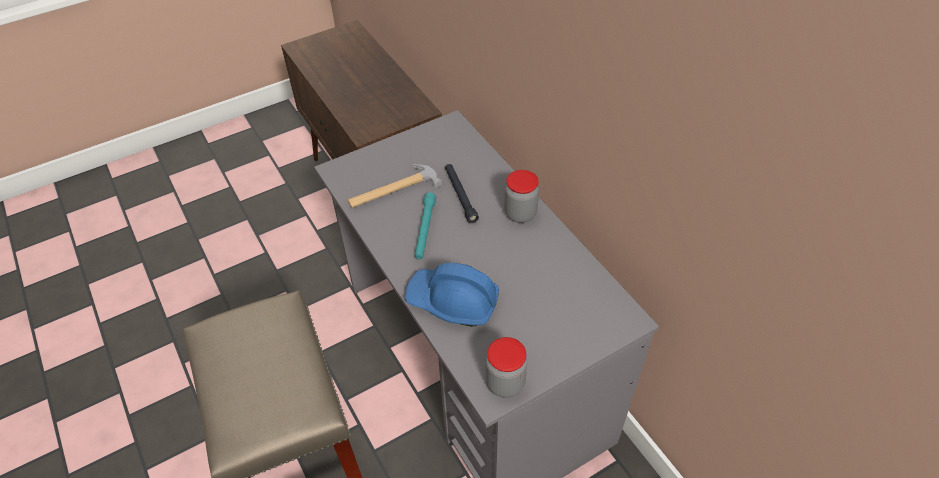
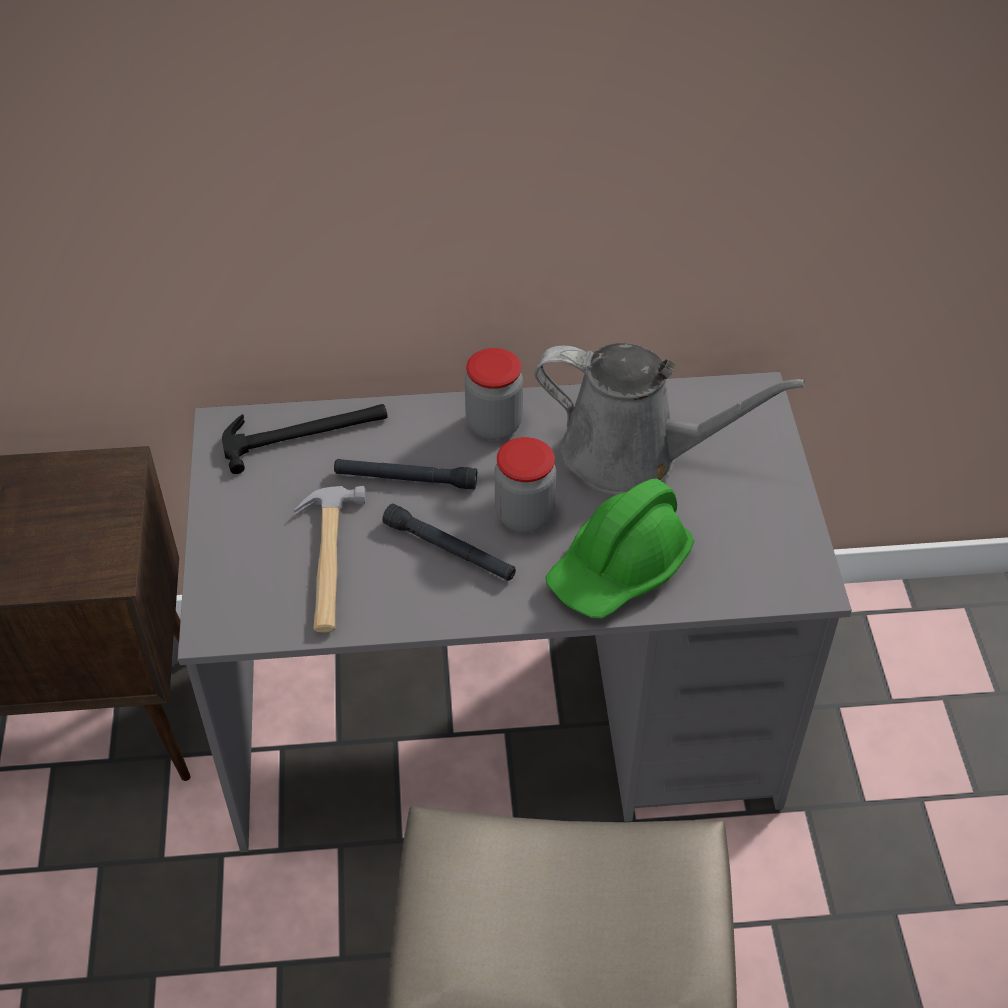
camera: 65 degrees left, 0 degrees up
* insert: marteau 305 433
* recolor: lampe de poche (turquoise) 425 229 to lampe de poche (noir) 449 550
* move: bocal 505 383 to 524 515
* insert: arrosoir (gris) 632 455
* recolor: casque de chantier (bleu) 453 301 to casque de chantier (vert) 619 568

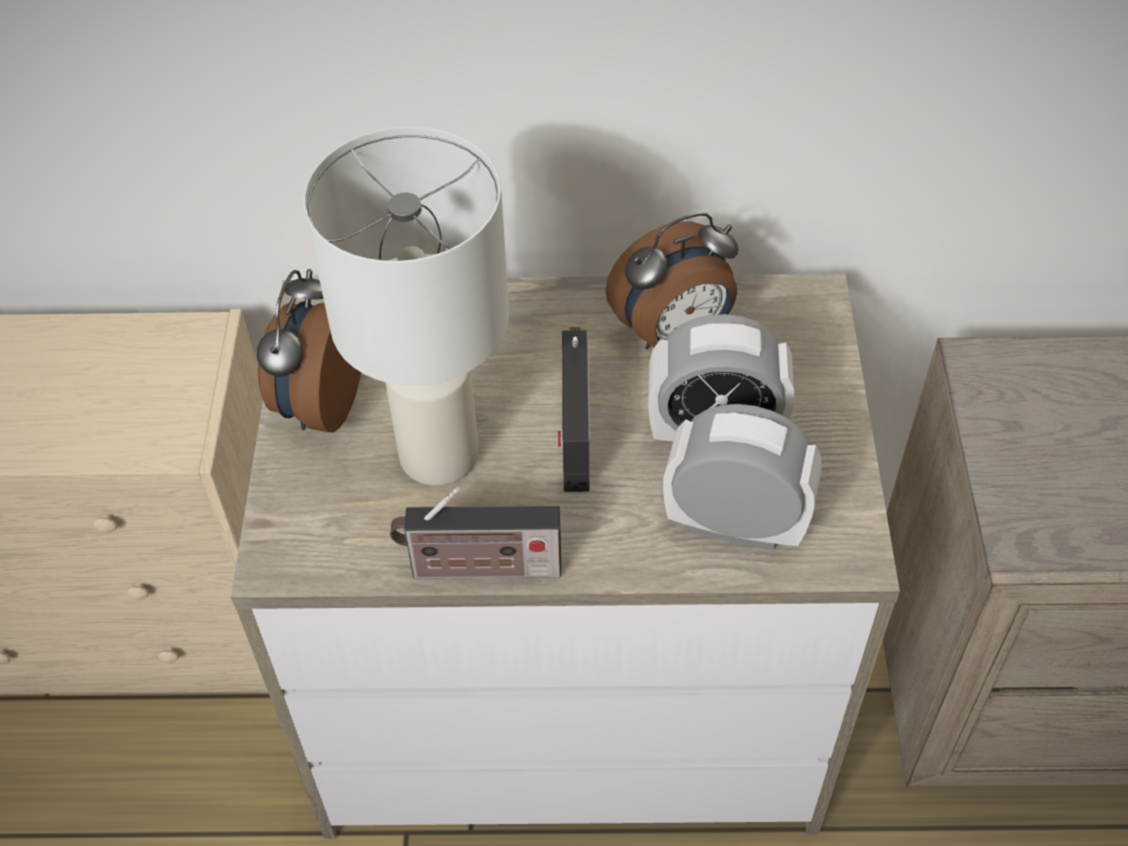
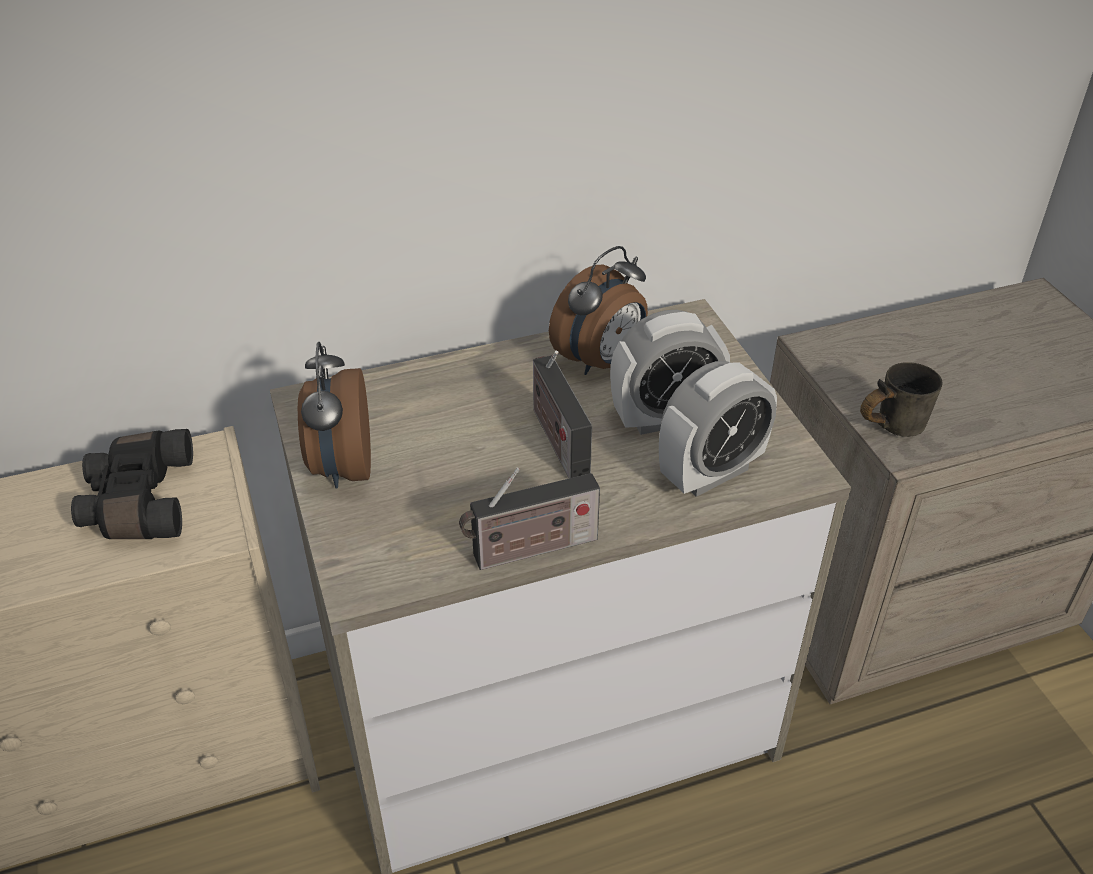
camera: 20 degrees left, 10 degrees down
* insert: jumelles (noir) 137 502
* rotate: réveil 735 525 = 711 473 150 degrees clockwise
* insert: mug (gris) 888 425
* delete: lampe de table (blanc) 439 452

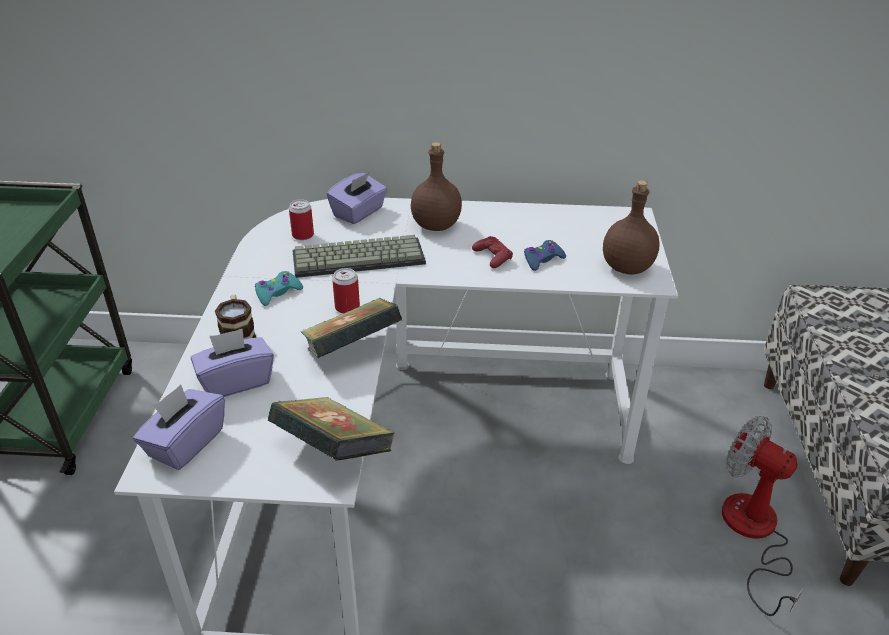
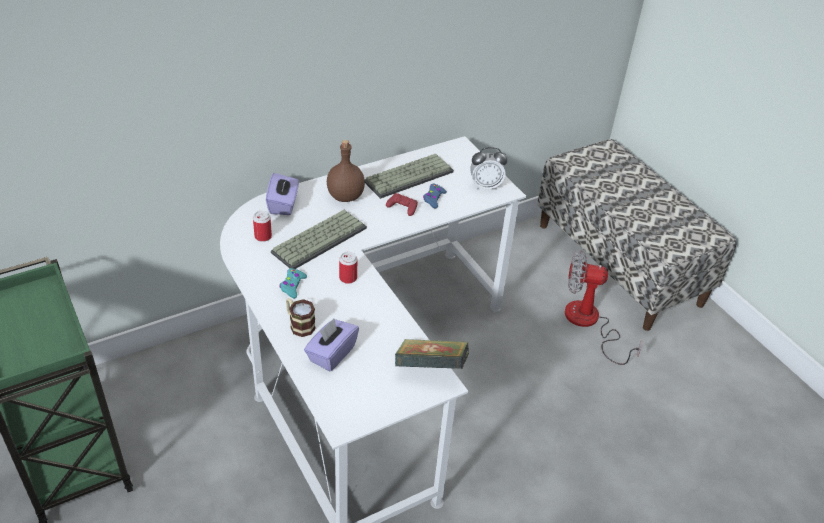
camera: 35 degrees left, 5 degrees up
* insert: clavier 409 176
* replace: bouteille (marron) 627 267 to réveil 485 186
* delete: boîte à mouchoirs (violet) 185 443
* delete: livre 352 350

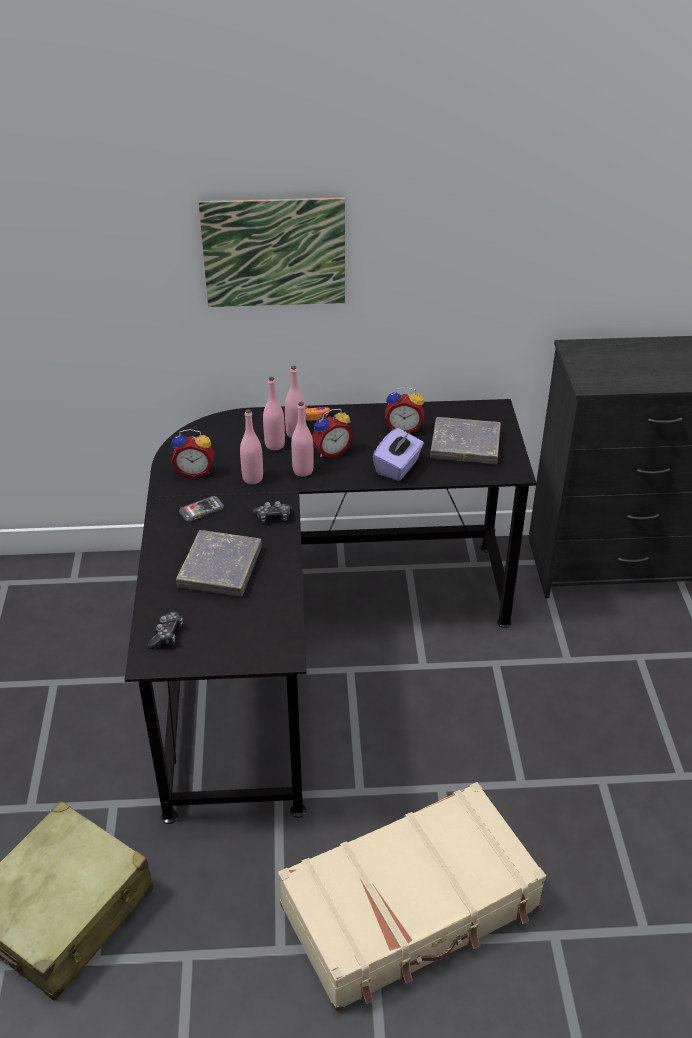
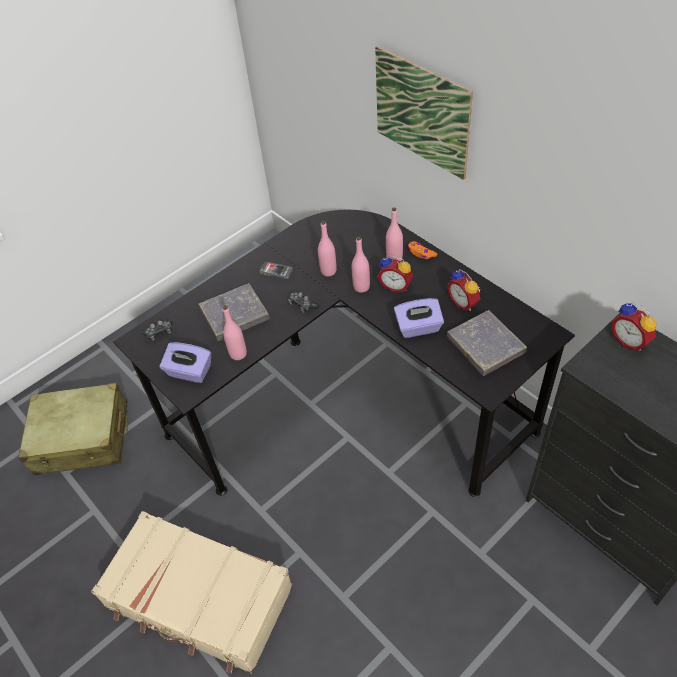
camera: 55 degrees right, 10 degrees up
* insert: boîte à mouchoirs (violet) 189 372
* move: bouteille (rose) 274 445 to 238 354
* move: réveil 195 471 to 630 340

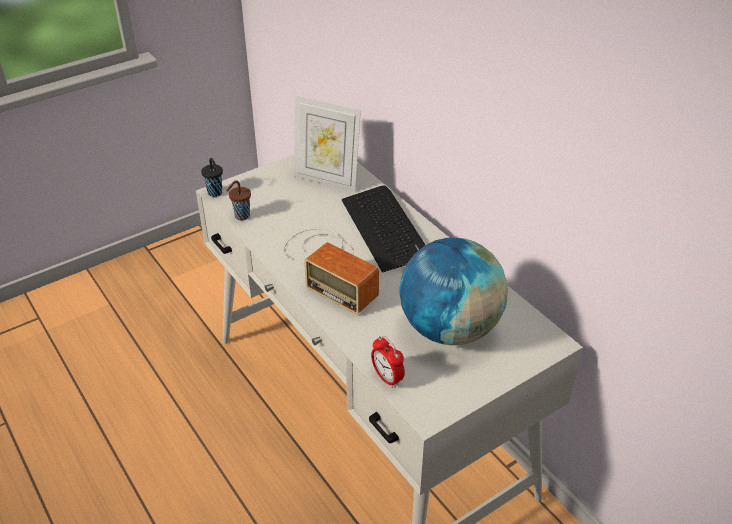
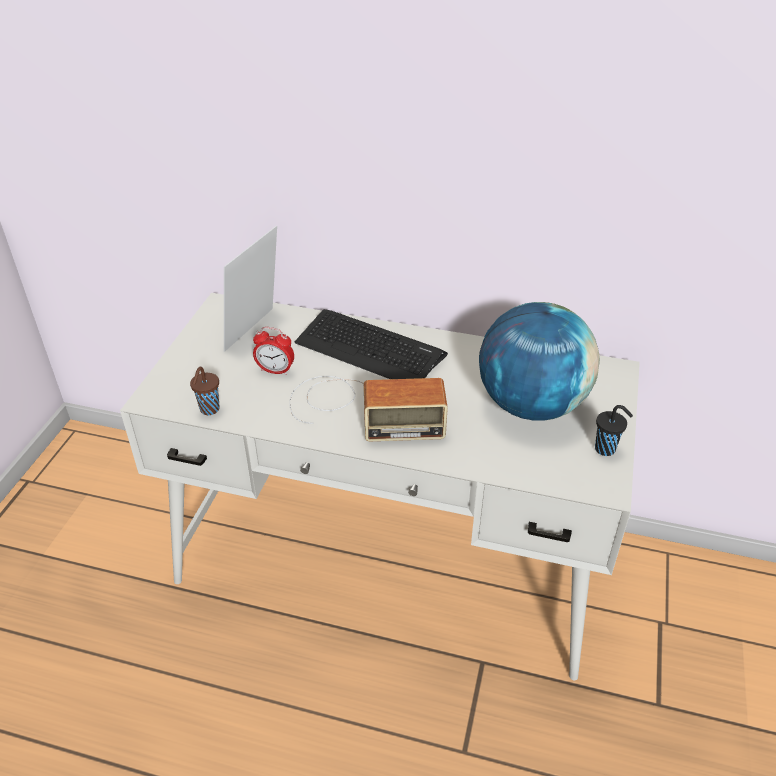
camera: 40 degrees left, 0 degrees up
* rotate: cadre photo 327 180 = 255 331 135 degrees clockwise
* move: réveil 387 378 to 275 370
* move: tasse (noir) 215 193 to 606 449

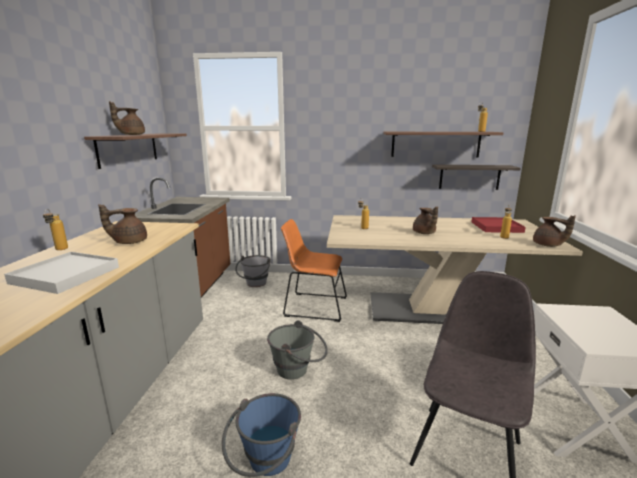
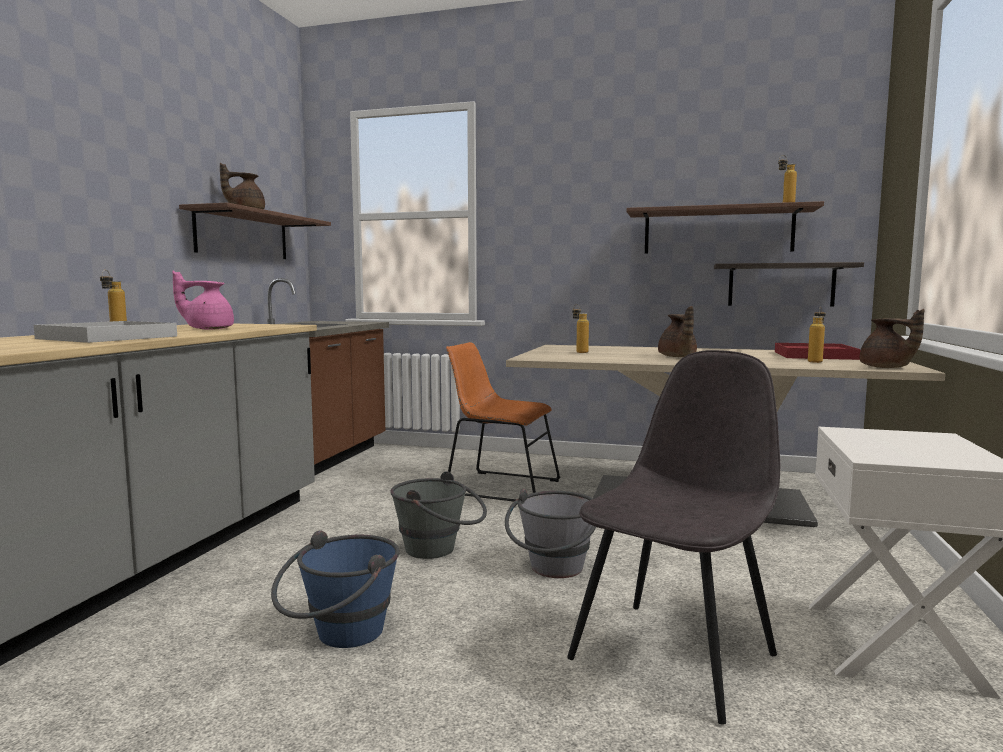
camera: 10 degrees right, 10 degrees down
* recolor: théière (marron) 129 242 to théière (rose) 208 329
* move: seau (gris) 255 285 to 553 571

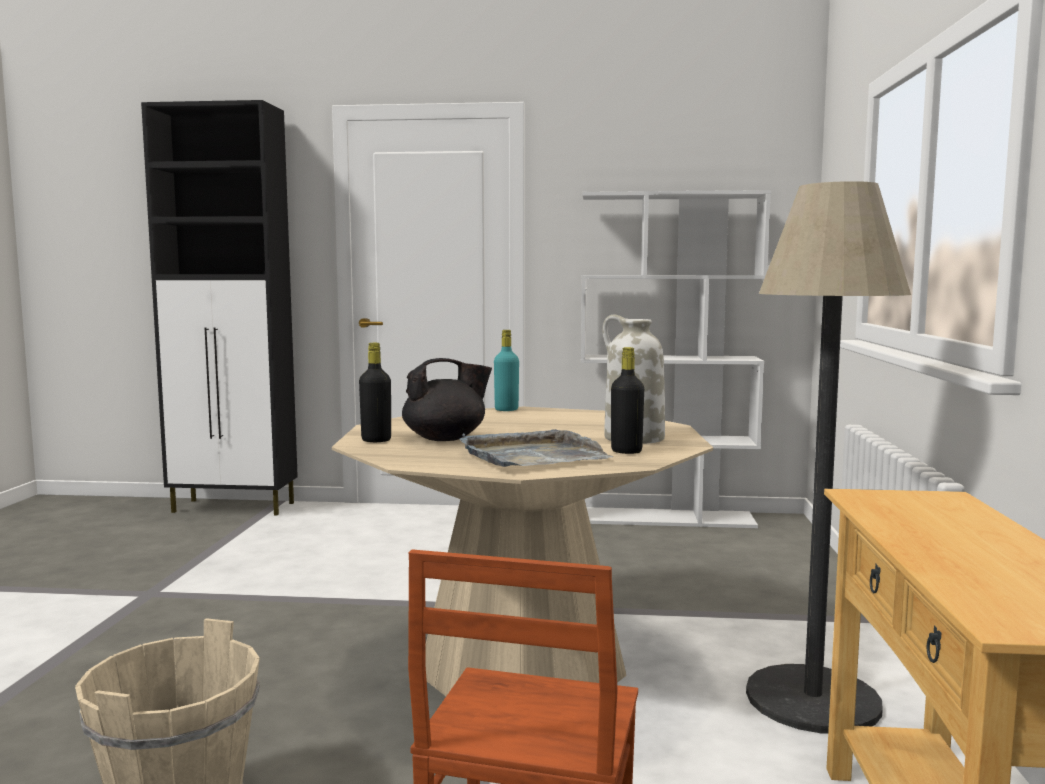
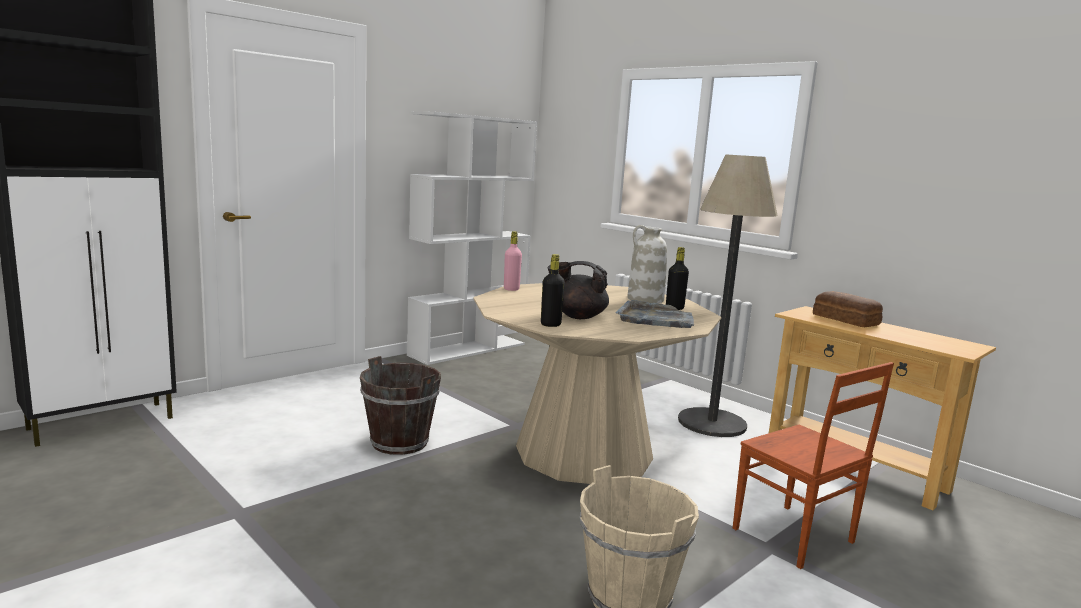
camera: 50 degrees left, 5 degrees up
* insert: seau (marron) 400 442
* recolor: bouteille (turquoise) 506 409 to bouteille (rose) 511 289
* rotate: théière (noir) 446 439 = 577 316 105 degrees counterclockwise
* insert: pain 846 320

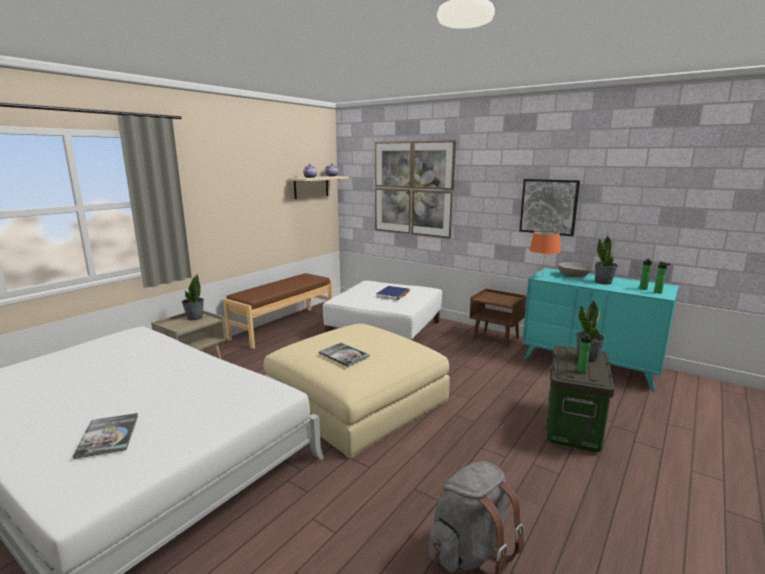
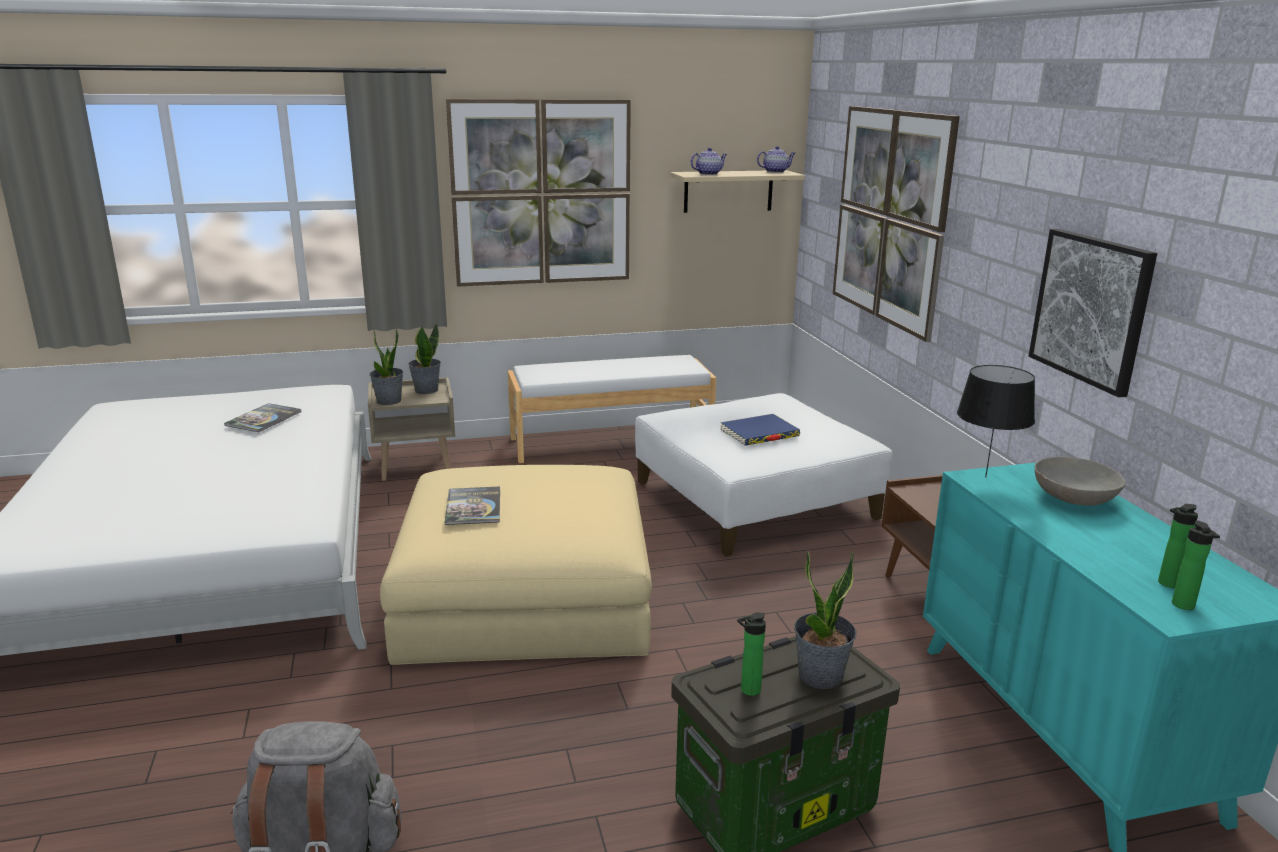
camera: 40 degrees right, 5 degrees up
* move: livre 108 436 to 264 419
* move: plante en pot 603 282 to 389 401
* insert: tableau 542 193
* recolor: banc (marron) 283 326 to banc (blanc) 610 441
* recolor: lampe de table (orange) 542 276 to lampe de table (noir) 986 477

